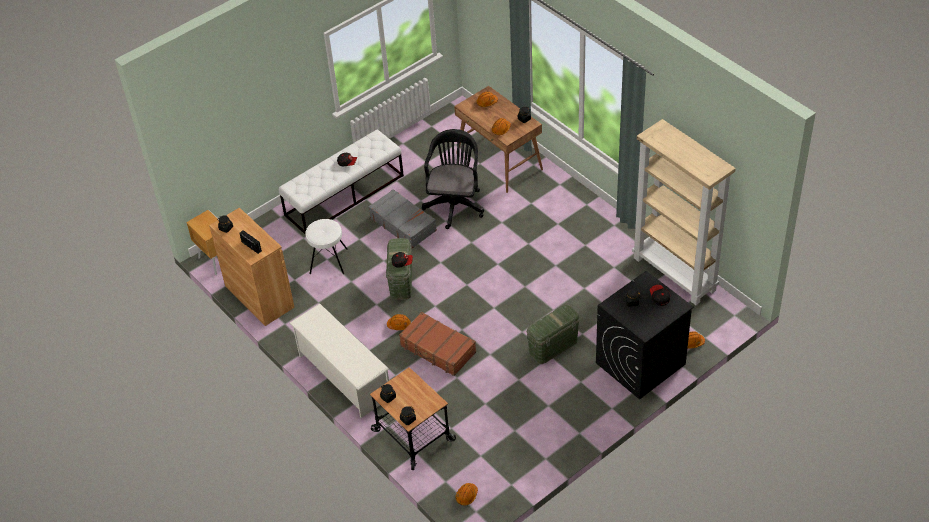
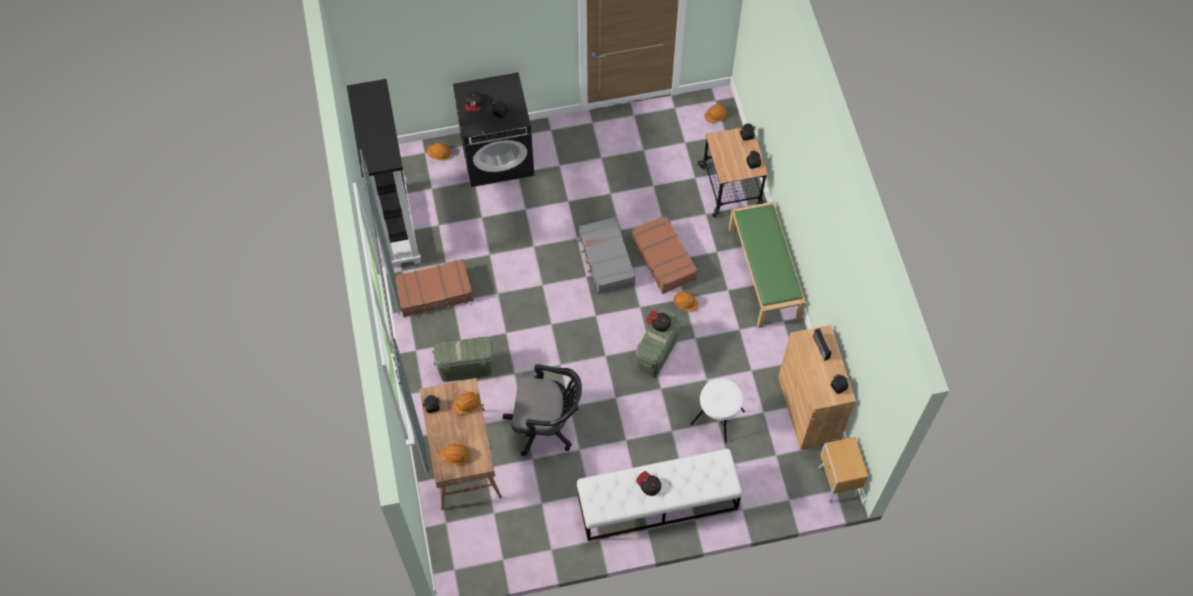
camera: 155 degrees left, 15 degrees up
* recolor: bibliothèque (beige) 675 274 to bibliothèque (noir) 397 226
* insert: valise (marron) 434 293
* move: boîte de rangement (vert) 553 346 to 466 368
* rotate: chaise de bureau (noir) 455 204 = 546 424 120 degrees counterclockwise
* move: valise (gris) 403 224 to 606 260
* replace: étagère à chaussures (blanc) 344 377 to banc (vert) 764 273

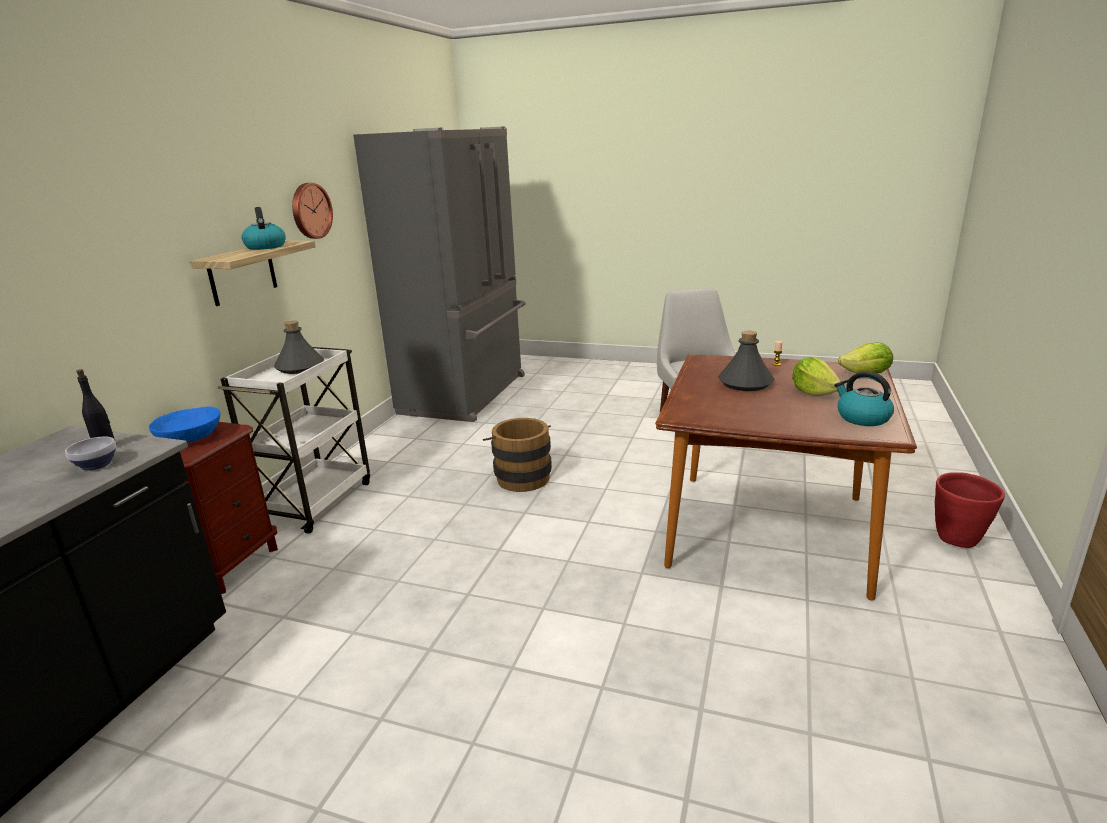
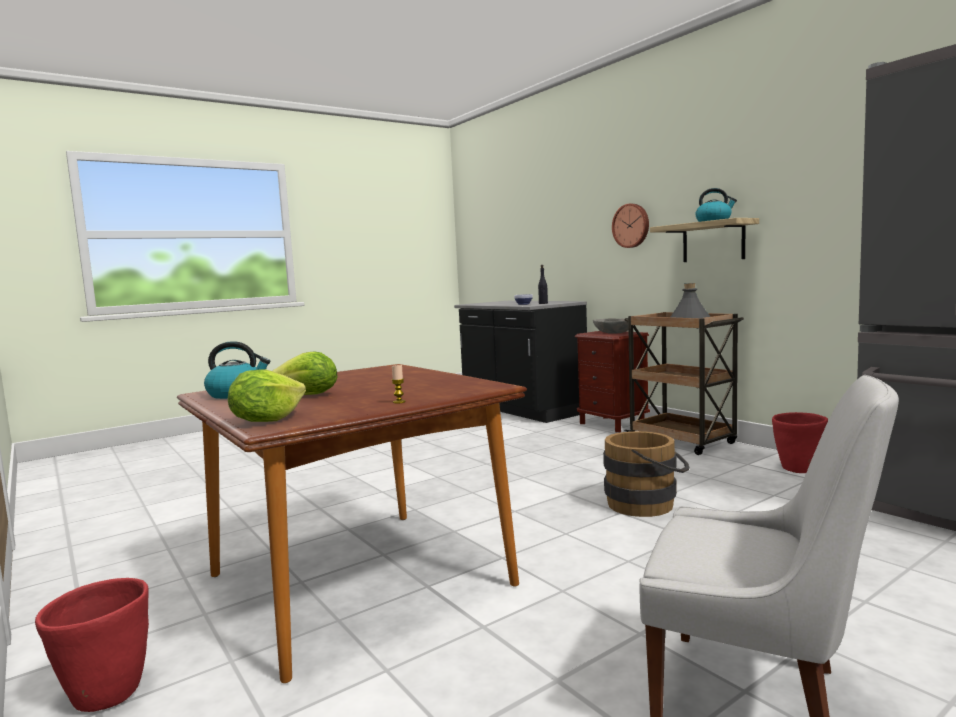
camera: 125 degrees right, 15 degrees down
* recolor: bol (bleu) 190 437 to bol (gris) 614 333
* move: horloge murale 310 211 to 631 225
* recolor: chariot (blanc) 316 501 to chariot (marron) 682 441
* insert: cache-pot (rouge) 798 470
* delete: bouteille (gris) 745 383

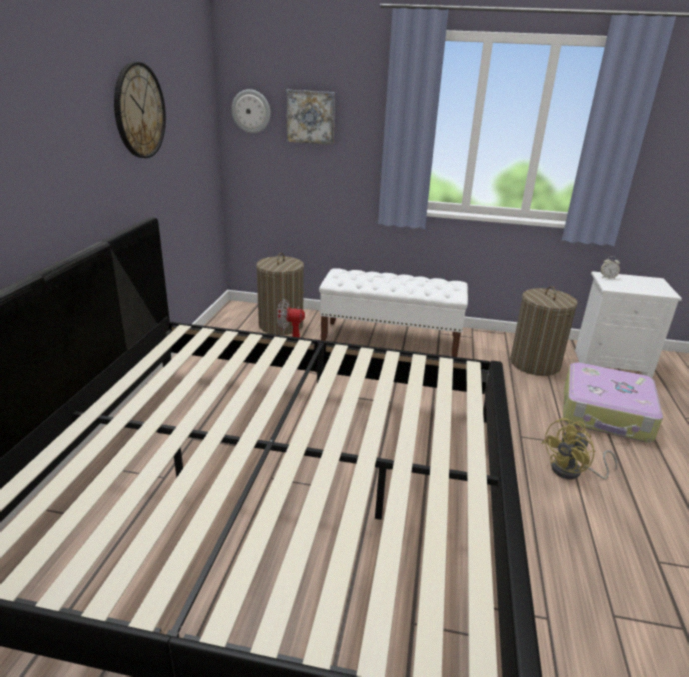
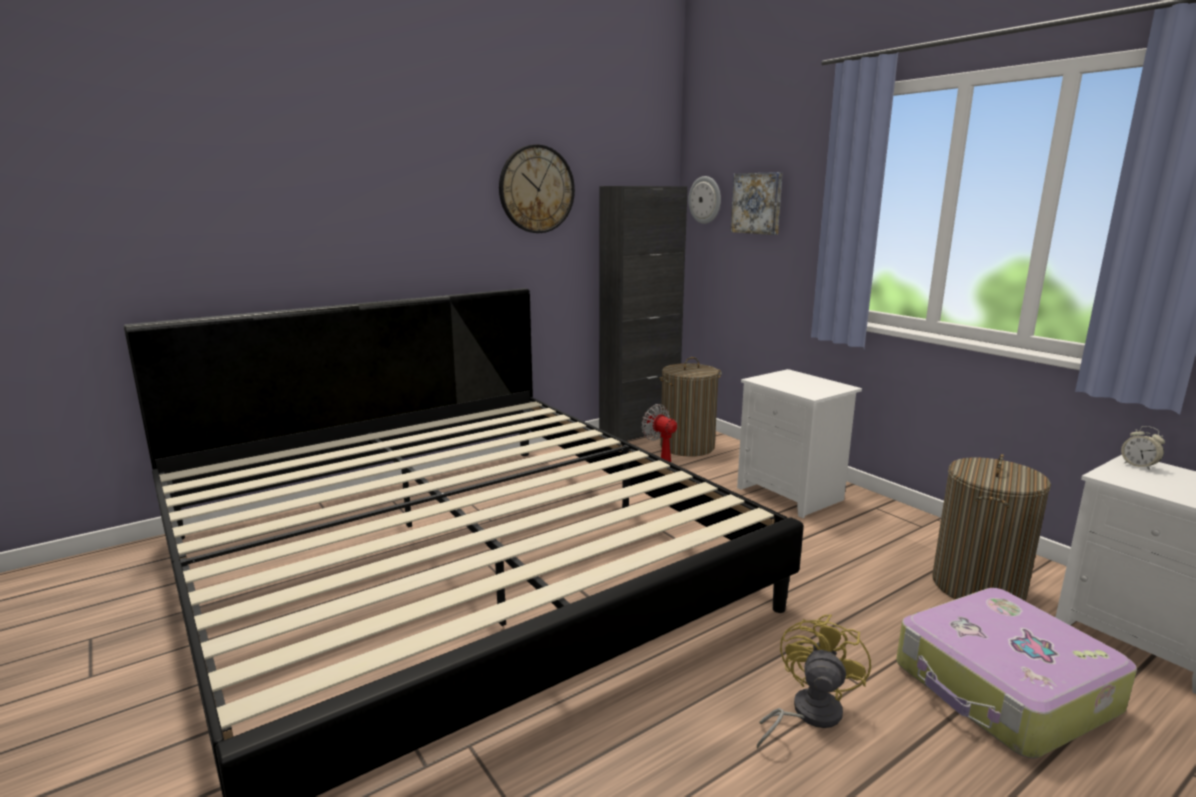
camera: 45 degrees right, 10 degrees down
* insert: meuble de rangement (noir) 639 431
* replace: banc (blanc) 390 340 to table de chevet (blanc) 792 494
* rotate: ventilateur (jaune) 572 472 = 807 714 105 degrees clockwise

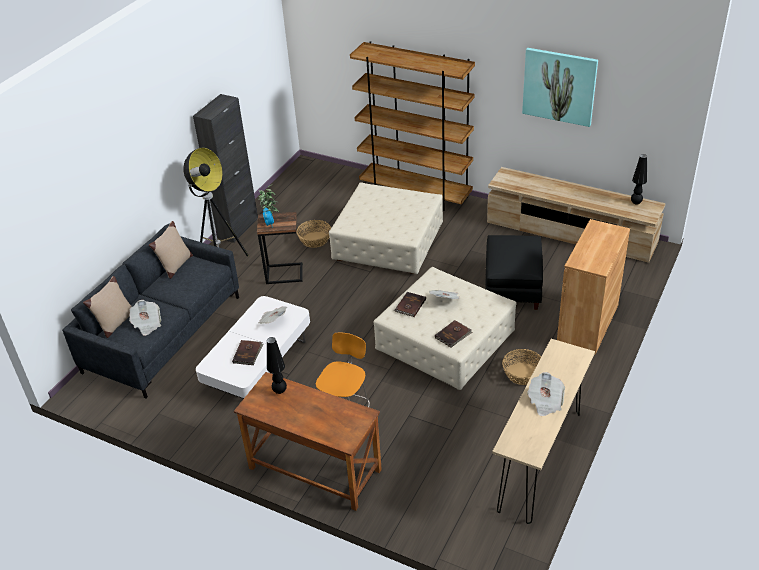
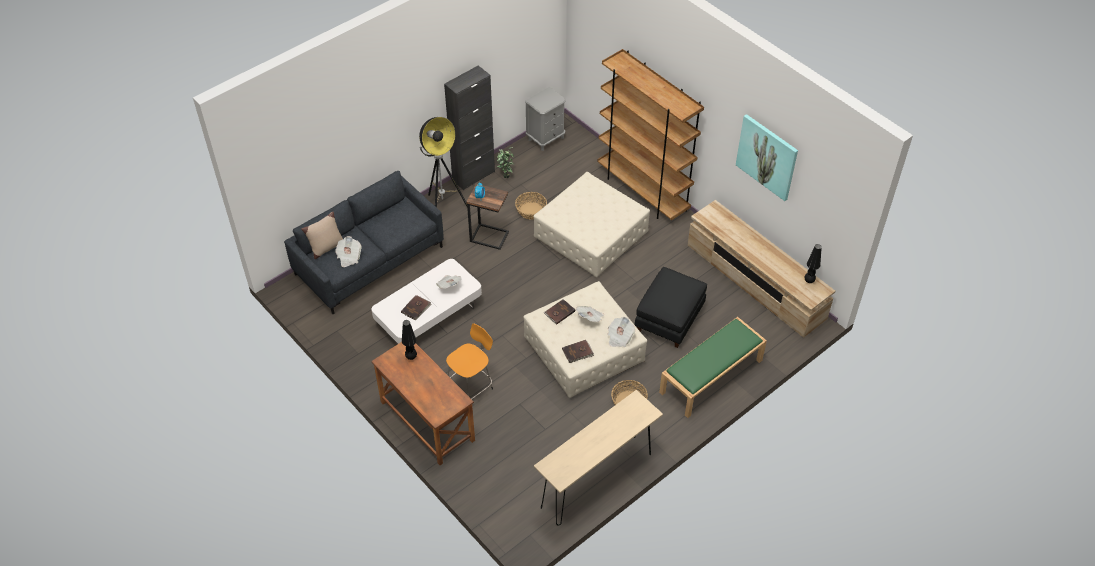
camera: 20 degrees right, 10 degrees up
* insert: table de chevet (gris) 546 138
* move: journal 545 402 to 619 337
* replace: meuble de rangement (marron) 587 324 to banc (vert) 711 377
* delete: coussin (beige) 175 266

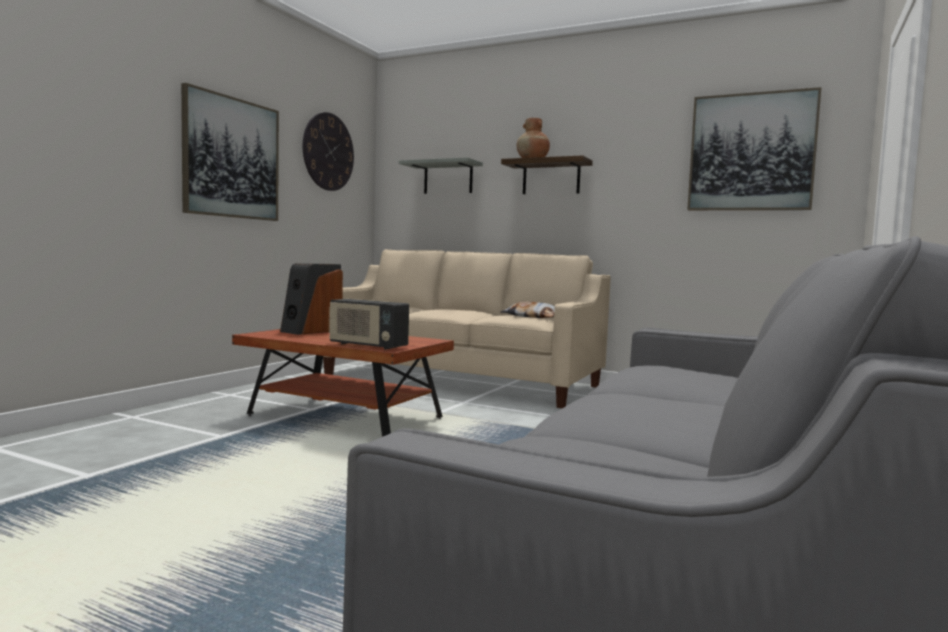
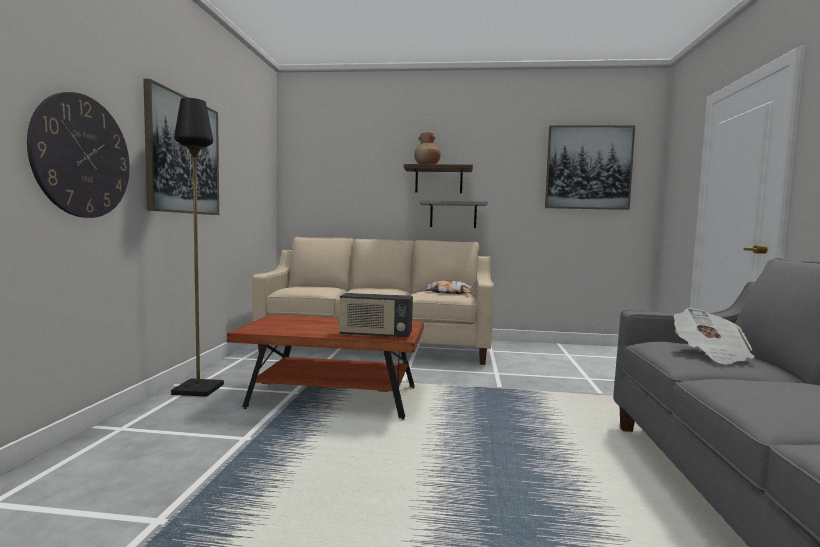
camera: 20 degrees left, 0 degrees up
* move: horloge murale 328 152 to 83 156
* insert: lampadaire (noir) 197 389
* move: étagère (gris) 448 178 to 453 215
* insert: journal 710 354
* delete: enceinte 311 331

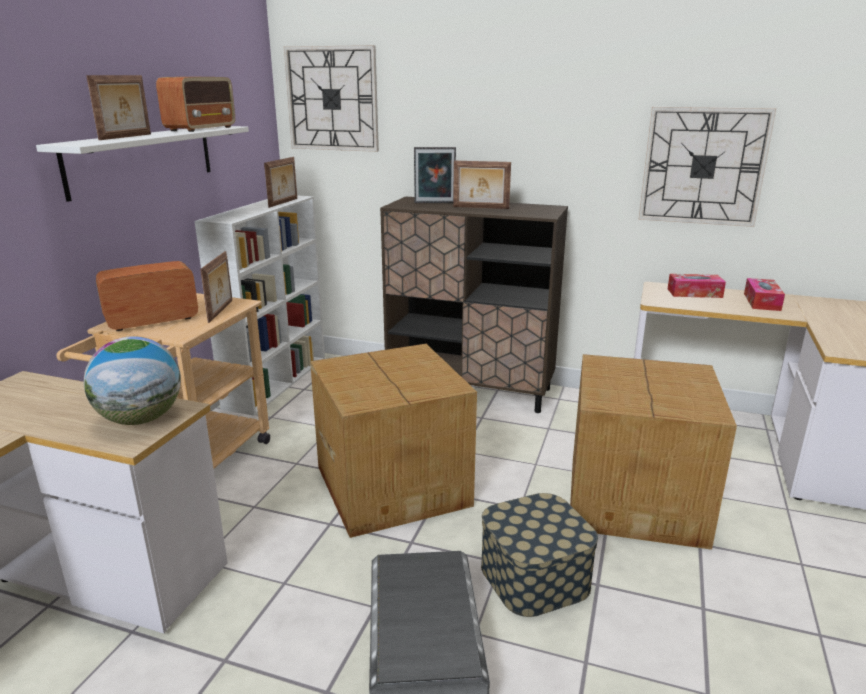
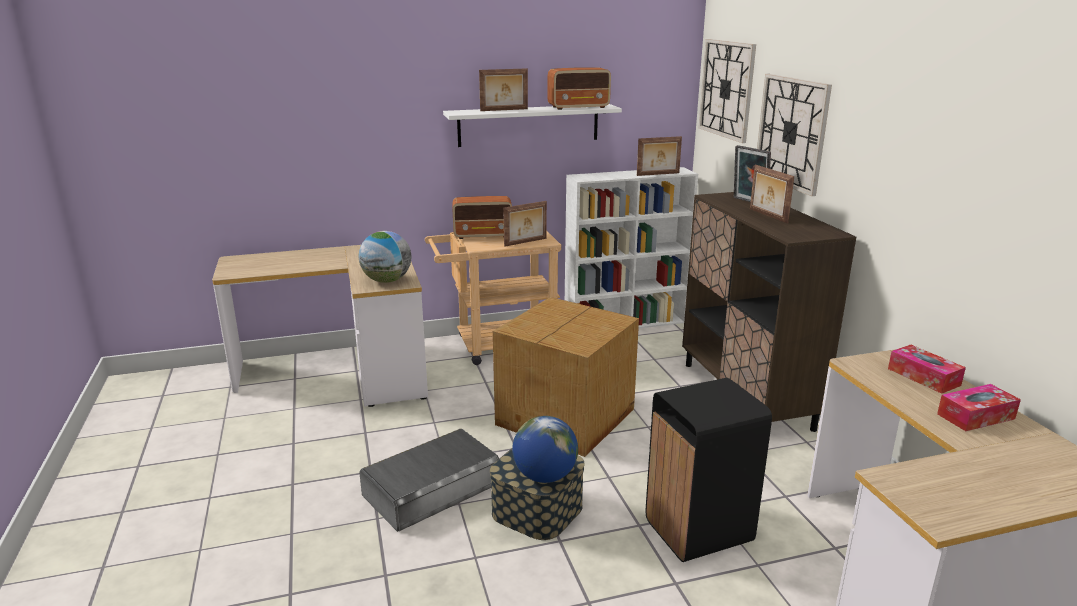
camera: 55 degrees right, 0 degrees up
* rotate: radio 151 321 = 483 235 150 degrees clockwise
* insert: globe 545 476
* replace: carton 637 498 to poubelle (noir) 699 531
* move: horloge murale 703 166 to 791 132

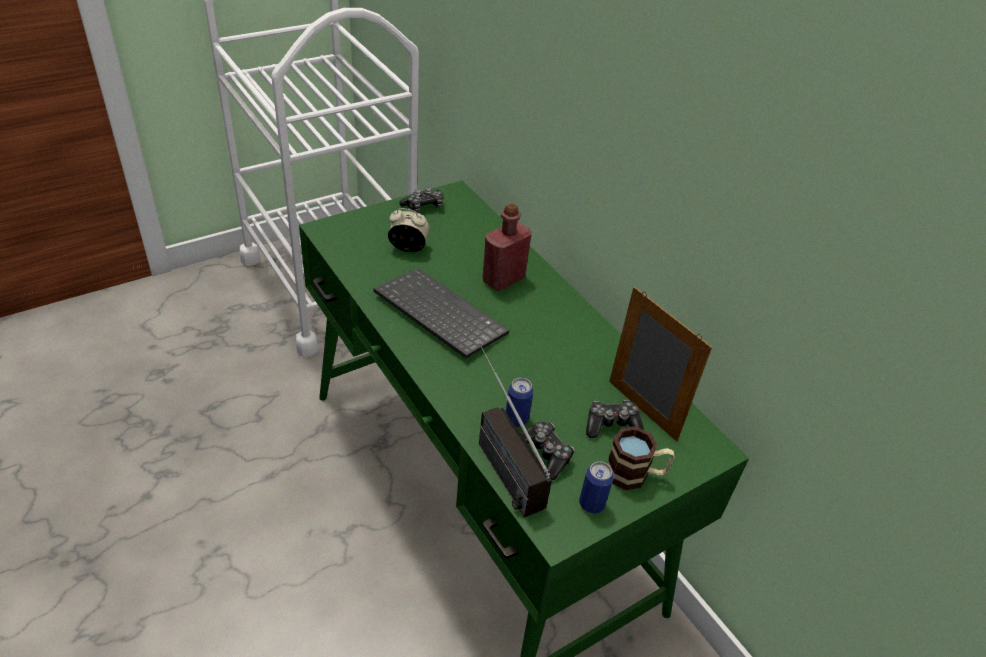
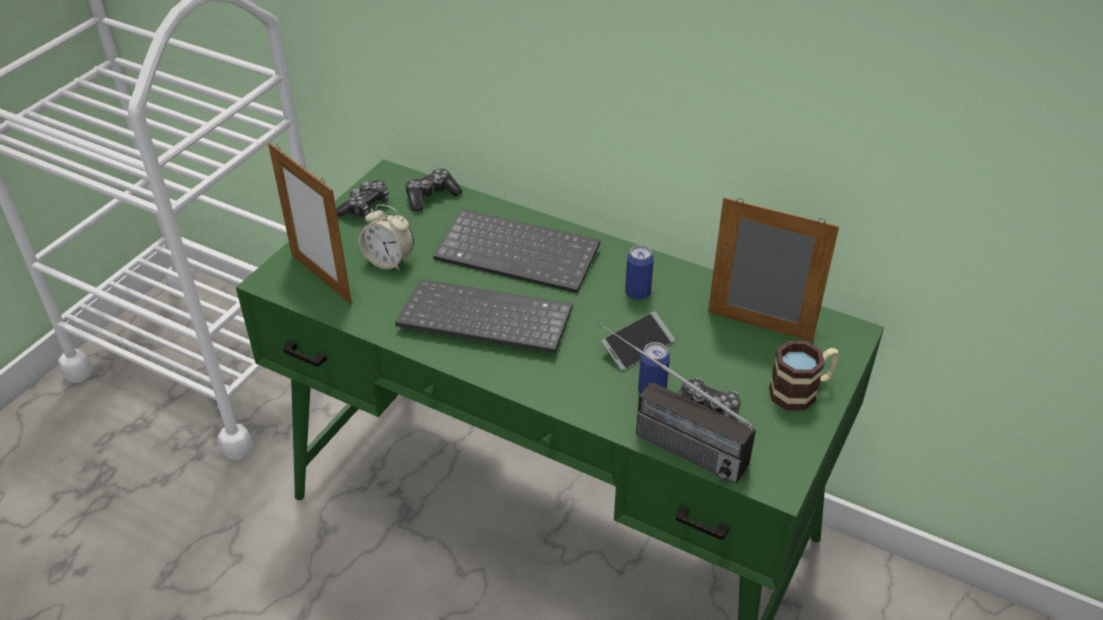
camera: 25 degrees left, 0 degrees up
* insert: cadre photo 321 278
* rotate: réveil 408 248 = 389 261 135 degrees counterclockwise
* move: manette 612 425 to 431 196
* replace: bouteille (rouge) 503 279 to clavier 520 252
* insert: téléphone 637 346
* move: boîte métallique 591 504 to 637 293

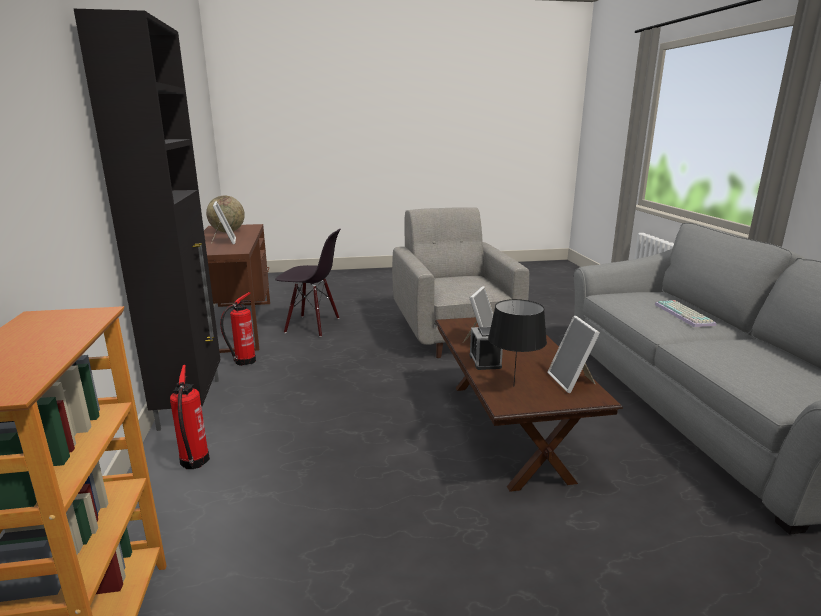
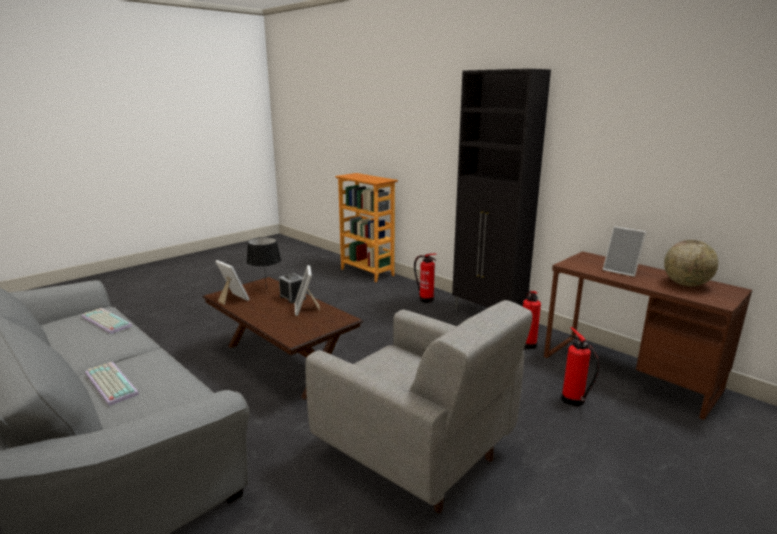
camera: 145 degrees right, 0 degrees up
* insert: clavier 105 321
* replace: chaise (noir) 312 325 to extincteur 573 401

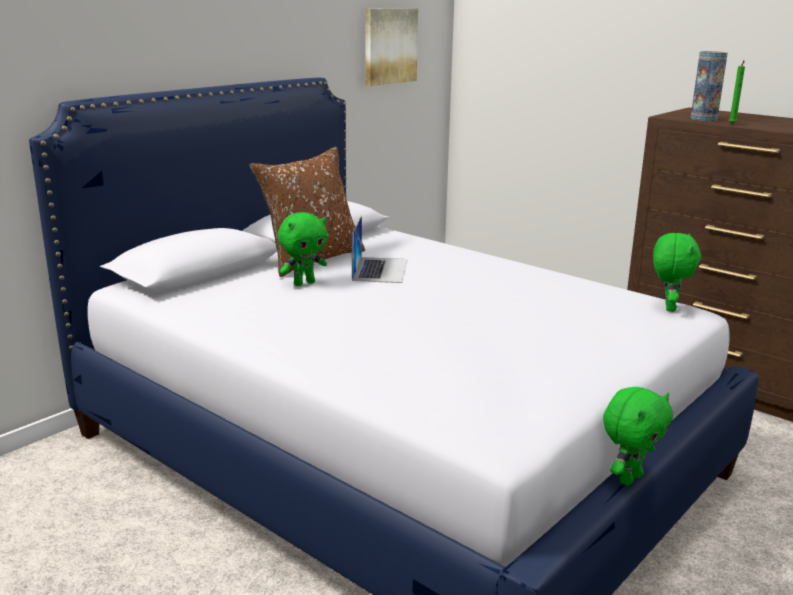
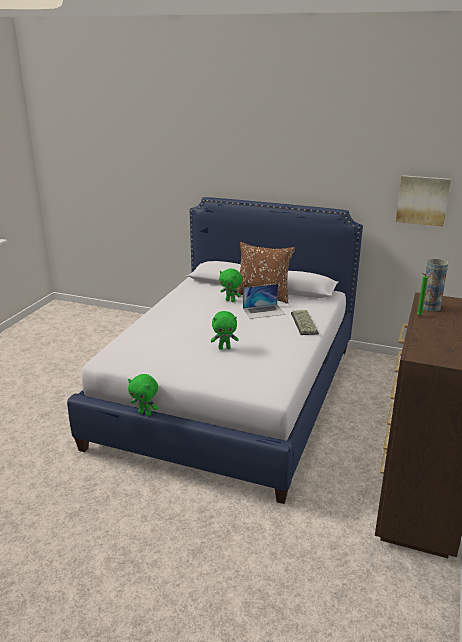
camera: 70 degrees right, 5 degrees up
* move: peluche (vert) 668 307 to 224 348
* insert: clavier 305 323

